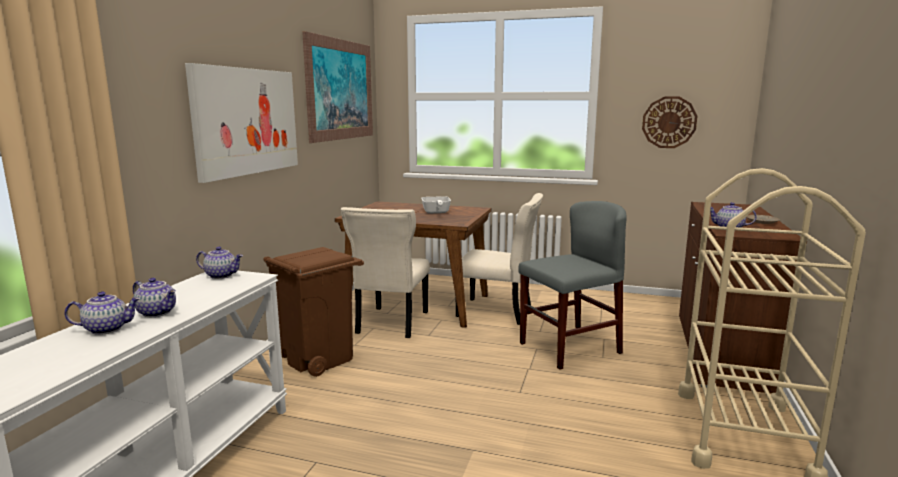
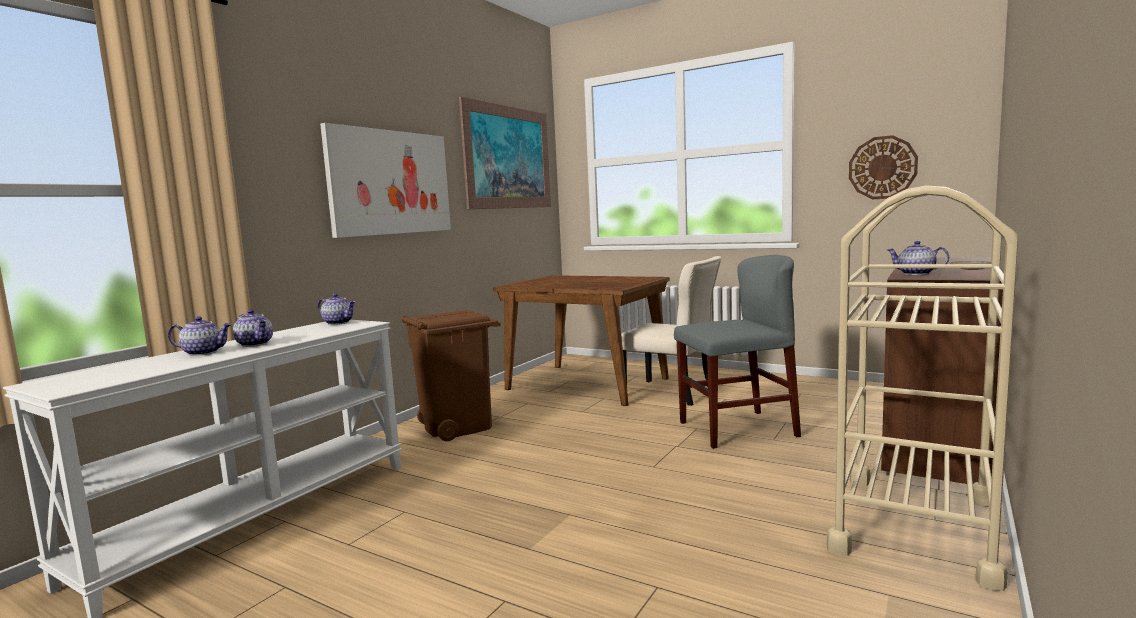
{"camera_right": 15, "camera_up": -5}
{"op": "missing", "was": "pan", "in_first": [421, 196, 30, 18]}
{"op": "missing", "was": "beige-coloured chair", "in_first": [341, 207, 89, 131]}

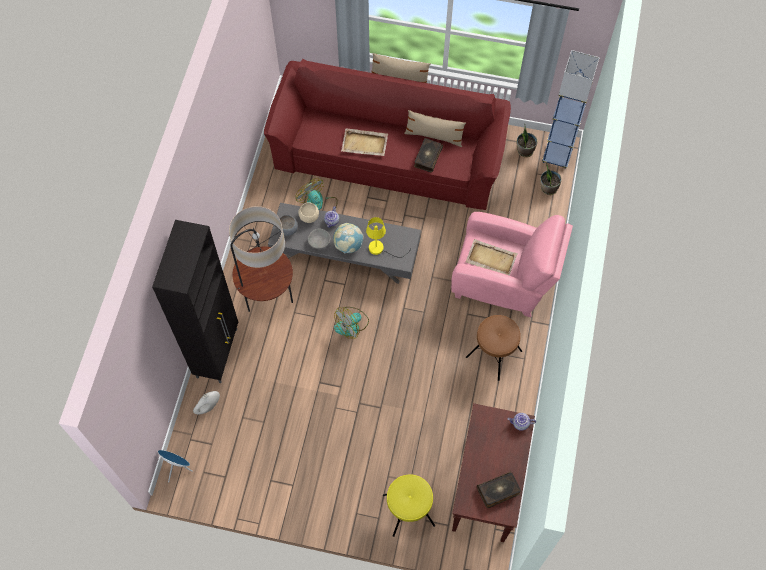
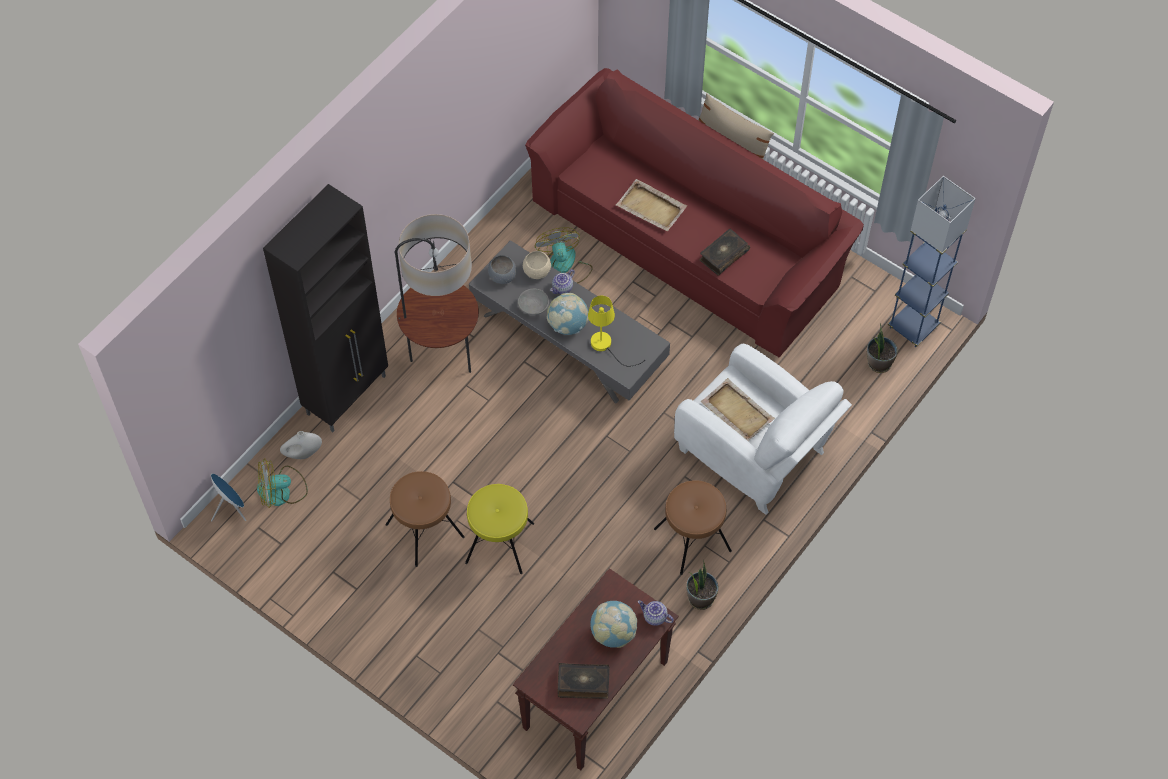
{"camera_right": 25, "camera_up": -5}
{"op": "missing", "was": "beige-coloured pillow", "in_first": [404, 110, 62, 37]}
{"op": "relocated", "was": "houseplant", "in_first": [517, 123, 21, 34], "in_second": [686, 560, 33, 50]}
{"op": "colour", "was": "pink lounge chair", "now": "white-coloured lounge chair", "in_first": [451, 212, 122, 105], "in_second": [674, 344, 178, 171]}
{"op": "relocated", "was": "electric fan", "in_first": [334, 307, 35, 32], "in_second": [257, 458, 51, 50]}
{"op": "relocated", "was": "yellow stool", "in_first": [383, 474, 52, 63], "in_second": [465, 484, 69, 90]}
{"op": "appeared", "now": "brown stool", "in_second": [385, 471, 80, 96]}
{"op": "appeared", "now": "globe", "in_second": [590, 601, 47, 47]}

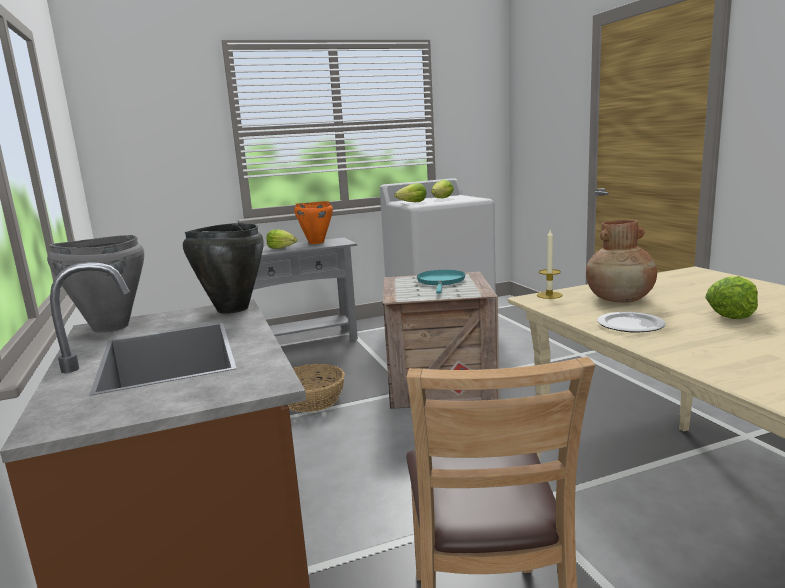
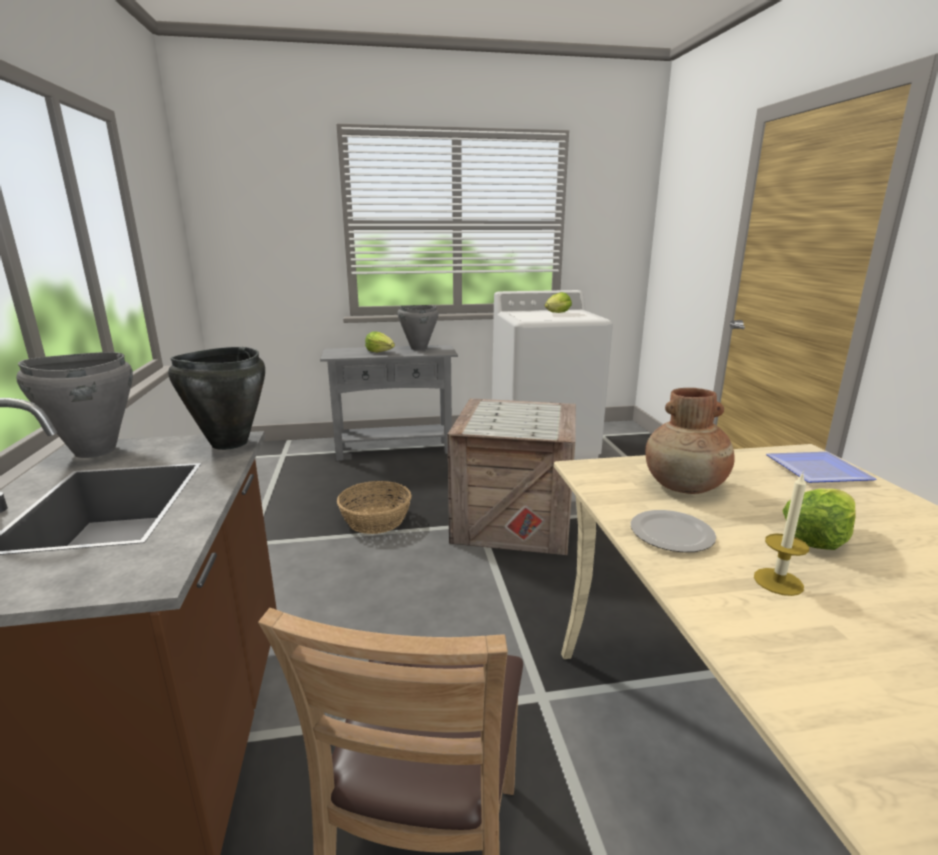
{"camera_right": 10, "camera_up": 5}
{"op": "missing", "was": "head of lettuce", "in_first": [394, 183, 32, 19]}
{"op": "colour", "was": "orange stockpot", "now": "grey stockpot", "in_first": [294, 201, 39, 43], "in_second": [397, 305, 41, 45]}
{"op": "relocated", "was": "wax candle", "in_first": [537, 230, 25, 69], "in_second": [754, 473, 55, 123]}
{"op": "missing", "was": "blue-green pan", "in_first": [417, 270, 49, 24]}
{"op": "appeared", "now": "dinner plate", "in_second": [766, 452, 111, 31]}

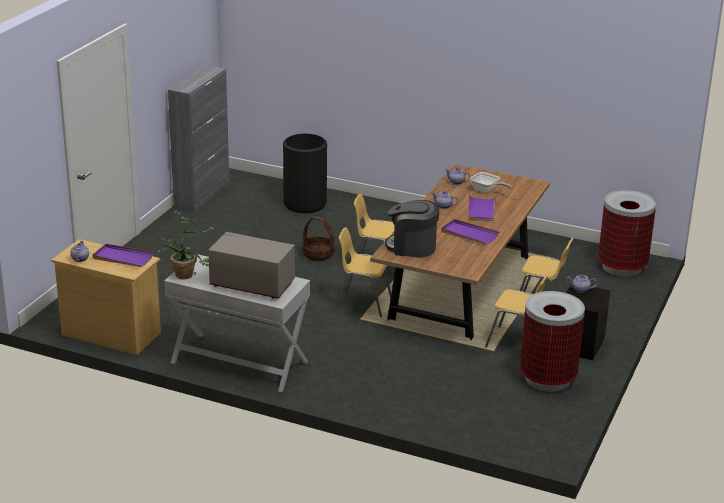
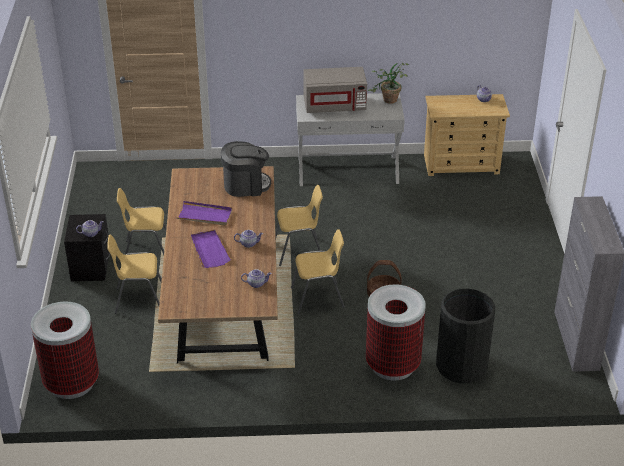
{"camera_right": 155, "camera_up": 10}
{"op": "missing", "was": "pan", "in_first": [470, 172, 42, 21]}
{"op": "missing", "was": "purple-coloured serving tray", "in_first": [92, 244, 62, 23]}
{"op": "relocated", "was": "trash can", "in_first": [520, 291, 65, 101], "in_second": [366, 284, 60, 97]}

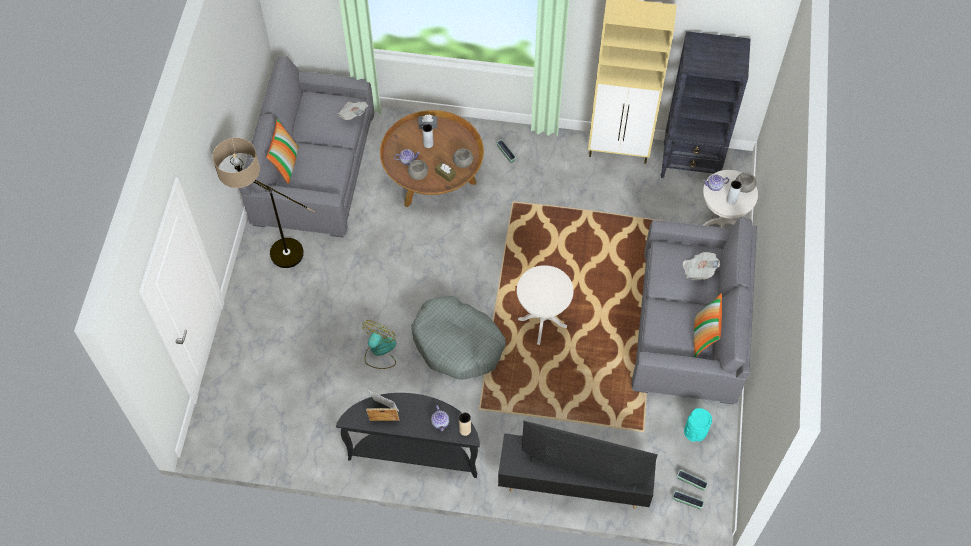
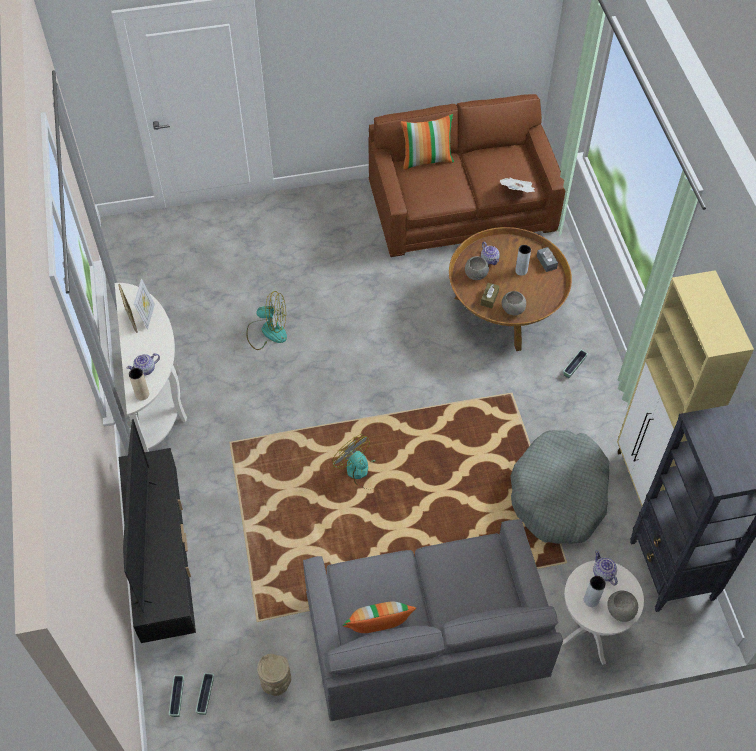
{"camera_right": 70, "camera_up": -5}
{"op": "colour", "was": "grey settee", "now": "brown settee", "in_first": [239, 56, 135, 182], "in_second": [369, 94, 196, 163]}
{"op": "missing", "was": "standing lamp", "in_first": [213, 138, 102, 130]}
{"op": "missing", "was": "printed paper", "in_first": [683, 252, 37, 27]}
{"op": "exchanged", "was": "white-coloured end table", "now": "electric fan", "in_first": [517, 265, 57, 80], "in_second": [332, 434, 44, 55]}
{"op": "relocated", "was": "grey dog cushion", "in_first": [411, 296, 95, 84], "in_second": [510, 430, 99, 114]}
{"op": "colour", "was": "black-coloured hall table", "now": "white-coloured hall table", "in_first": [336, 393, 144, 85], "in_second": [115, 283, 72, 169]}
{"op": "colour", "was": "blue-green vase", "now": "beige-coloured vase", "in_first": [684, 408, 28, 34], "in_second": [257, 654, 34, 42]}

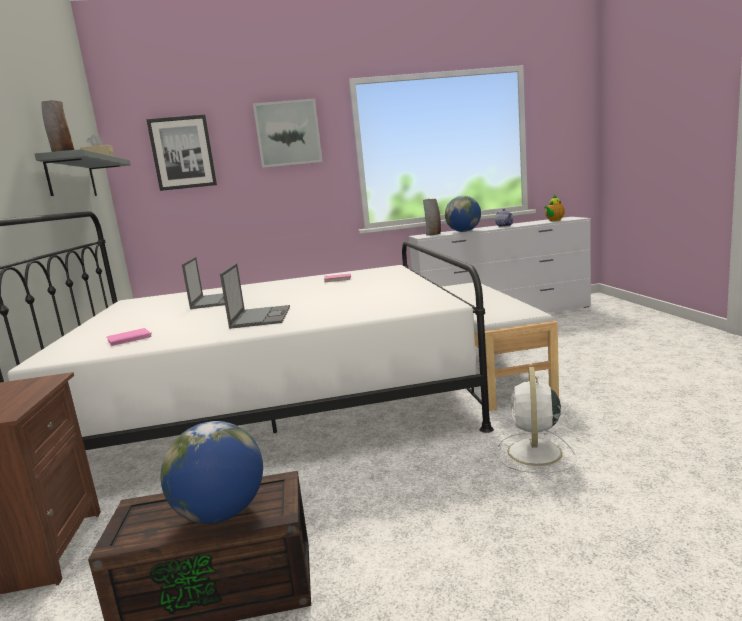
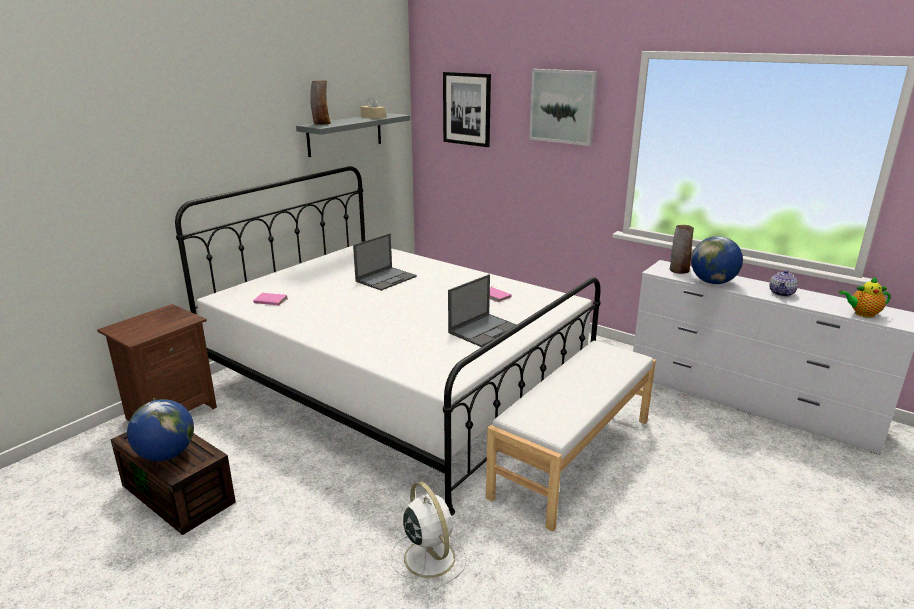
{"camera_right": 45, "camera_up": 10}
{"op": "relocated", "was": "notebook computer", "in_first": [220, 263, 70, 66], "in_second": [448, 274, 69, 73]}
{"op": "spun", "was": "white-coloured electric fan", "in_first": [497, 367, 80, 106], "in_second": [390, 482, 77, 109], "clockwise": 90}

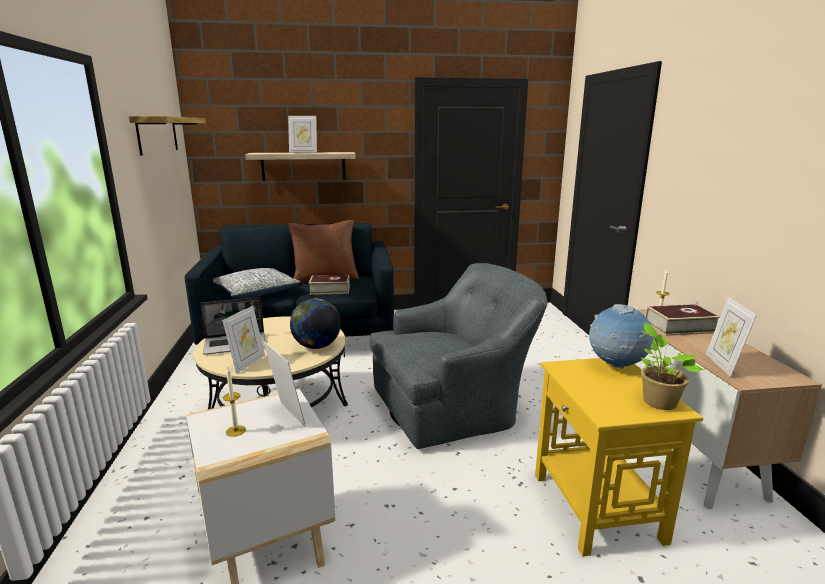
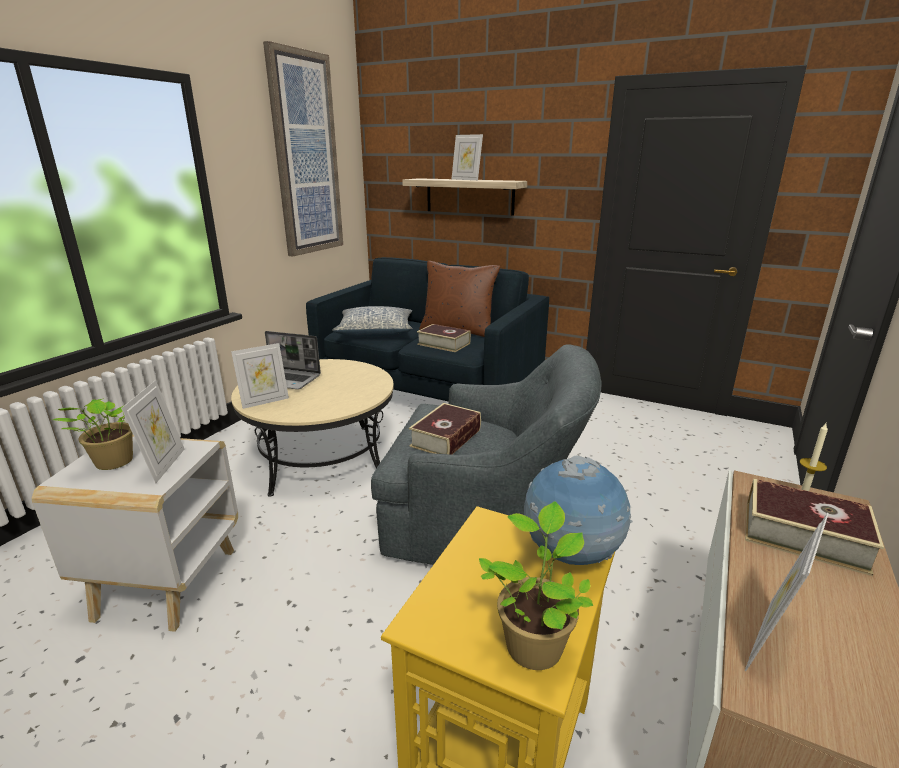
{"camera_right": 35, "camera_up": 5}
{"op": "exchanged", "was": "bracket shelf", "now": "wall picture", "in_first": [129, 116, 77, 39], "in_second": [263, 41, 80, 215]}
{"op": "missing", "was": "globe", "in_first": [290, 298, 51, 51]}
{"op": "exchanged", "was": "wax candle", "now": "houseplant", "in_first": [223, 367, 23, 70], "in_second": [53, 399, 80, 71]}
{"op": "appeared", "now": "book", "in_second": [409, 403, 72, 52]}

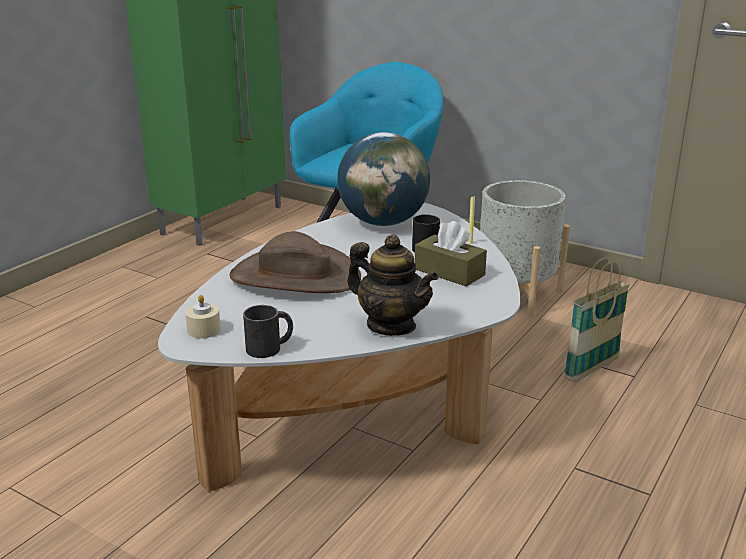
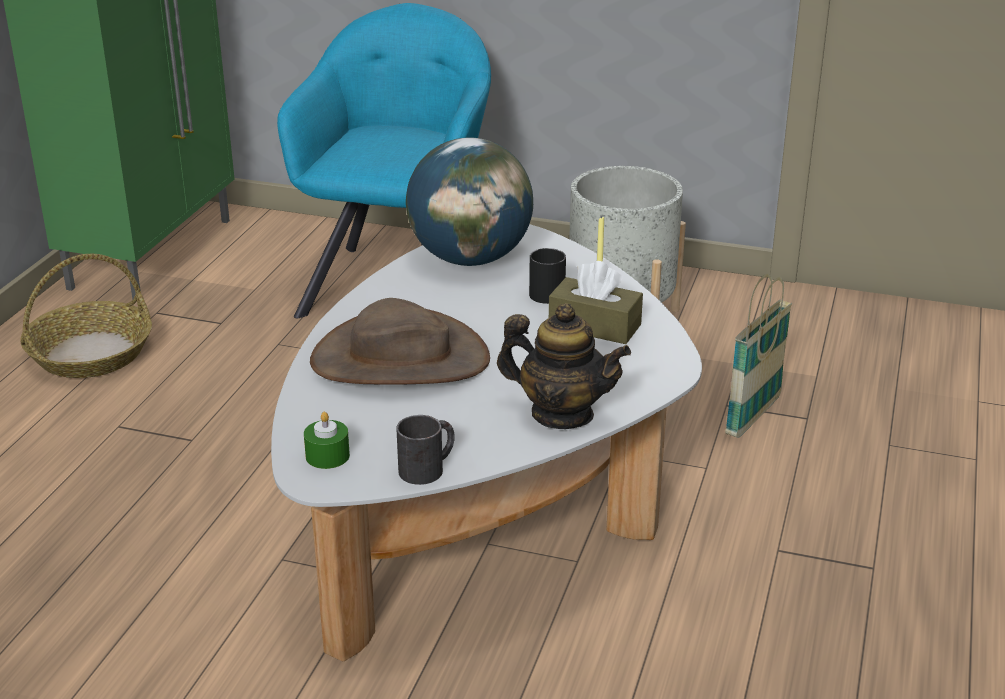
{"camera_right": -15, "camera_up": 5}
{"op": "colour", "was": "beige-coloured wax candle", "now": "green-coloured wax candle", "in_first": [185, 295, 36, 43], "in_second": [304, 412, 46, 57]}
{"op": "appeared", "now": "household basket", "in_second": [20, 254, 132, 124]}

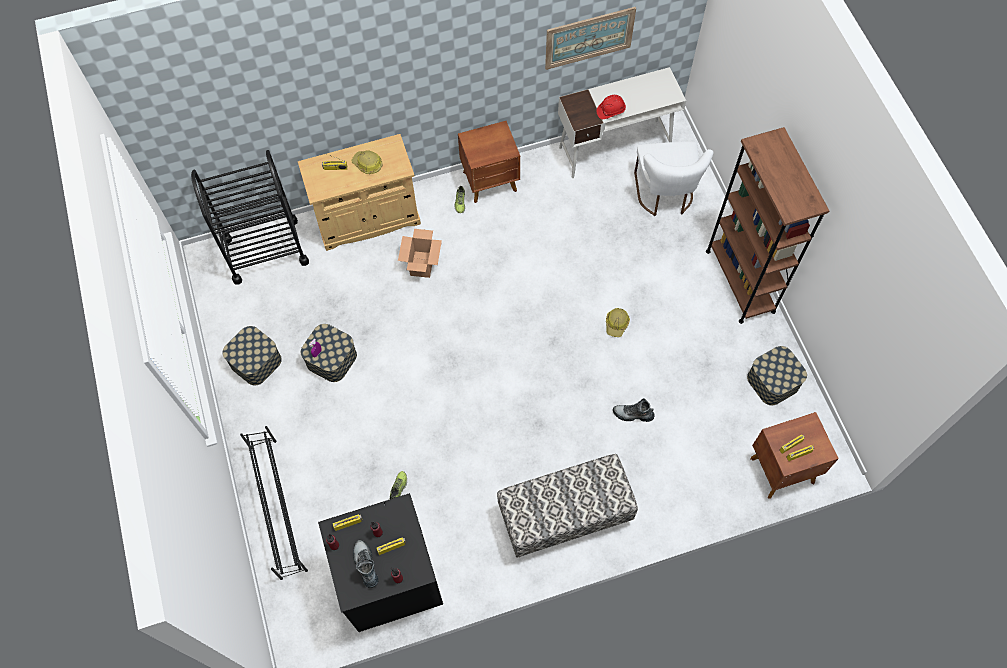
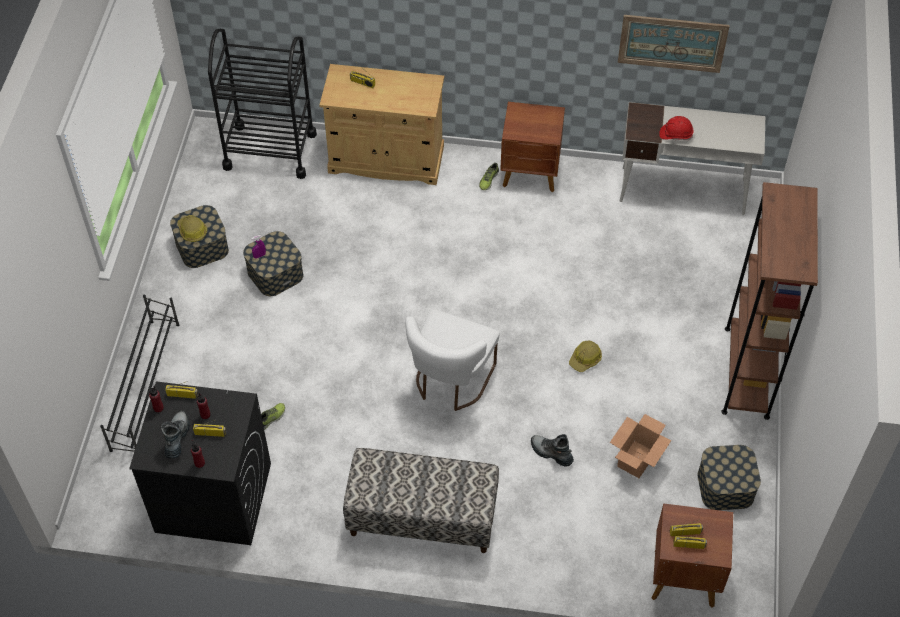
{"camera_right": 25, "camera_up": -10}
{"op": "relocated", "was": "white-coloured chair", "in_first": [634, 141, 79, 75], "in_second": [405, 309, 95, 102]}
{"op": "relocated", "was": "work helmet", "in_first": [351, 150, 32, 24], "in_second": [177, 215, 30, 27]}
{"op": "relocated", "was": "packing box", "in_first": [398, 229, 44, 49], "in_second": [610, 414, 61, 64]}

